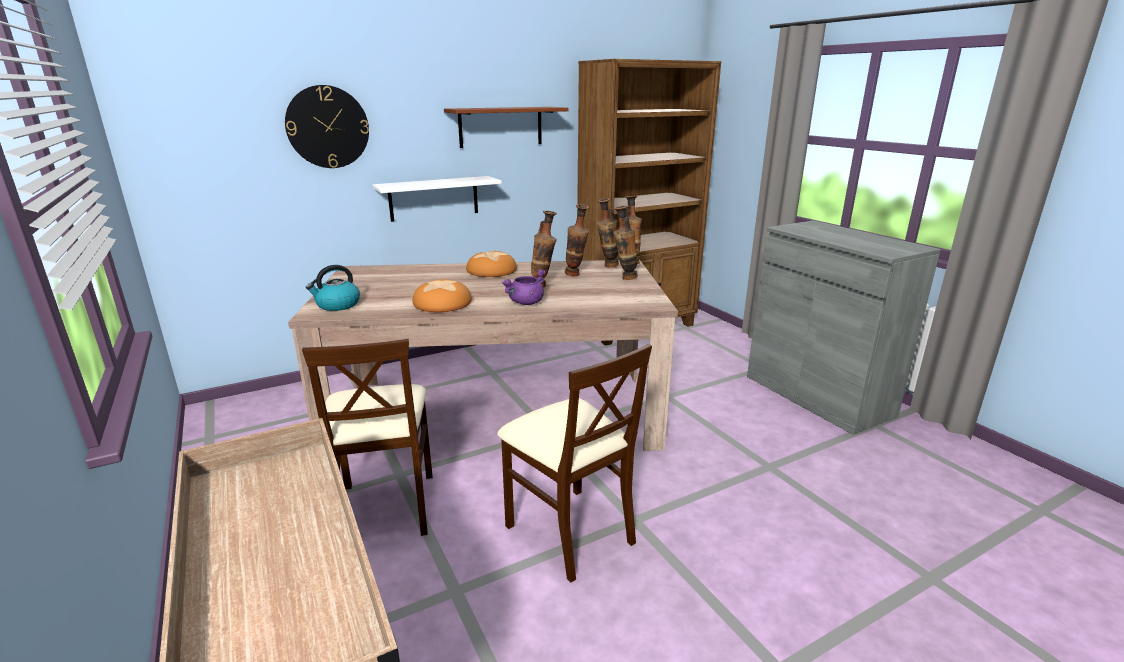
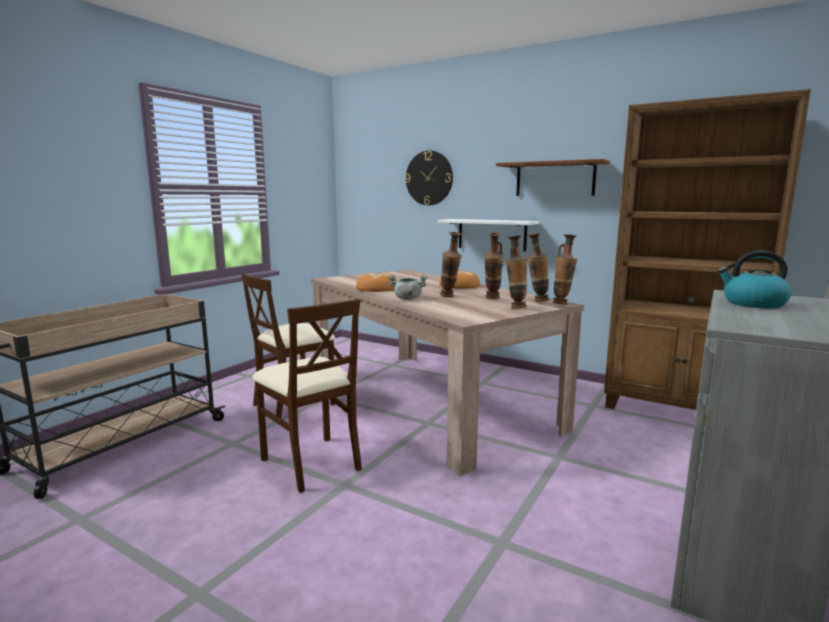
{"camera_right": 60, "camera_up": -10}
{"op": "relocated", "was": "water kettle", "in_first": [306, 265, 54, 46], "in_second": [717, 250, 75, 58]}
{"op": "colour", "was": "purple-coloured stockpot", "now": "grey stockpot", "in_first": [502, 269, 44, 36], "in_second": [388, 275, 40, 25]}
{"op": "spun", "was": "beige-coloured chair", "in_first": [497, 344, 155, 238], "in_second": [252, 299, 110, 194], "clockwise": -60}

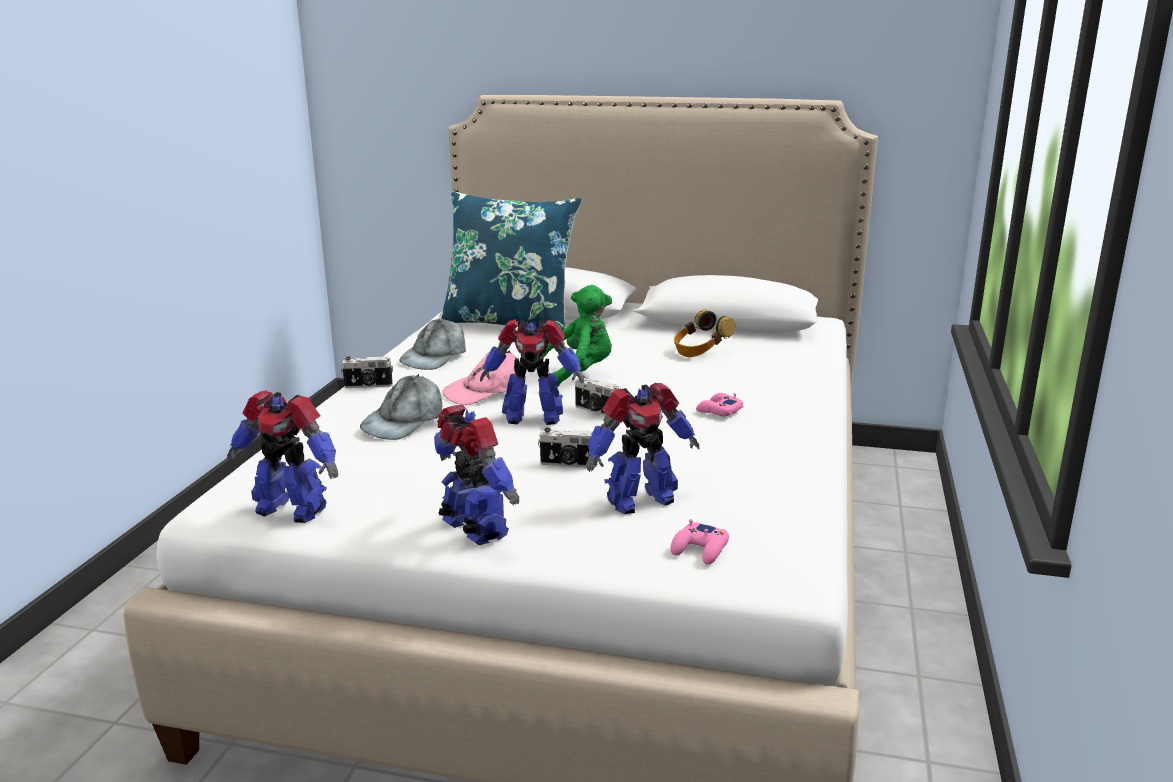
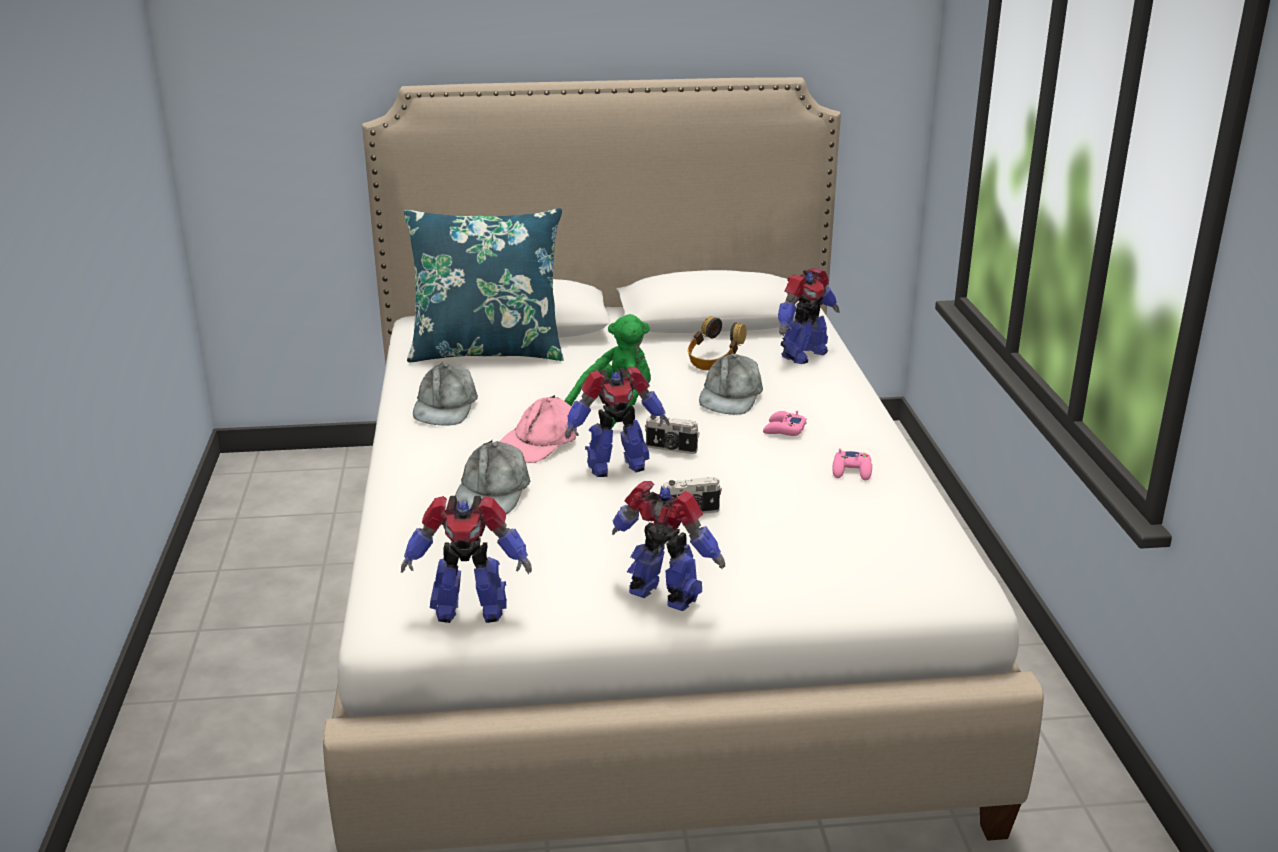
{"camera_right": -20, "camera_up": 5}
{"op": "missing", "was": "photo camera", "in_first": [341, 356, 52, 32]}
{"op": "relocated", "was": "toy robot", "in_first": [586, 383, 113, 131], "in_second": [778, 268, 62, 96]}
{"op": "relocated", "was": "pink joypad", "in_first": [671, 519, 58, 46], "in_second": [832, 449, 40, 31]}
{"op": "appeared", "now": "grey baseball cap", "in_second": [699, 352, 64, 63]}

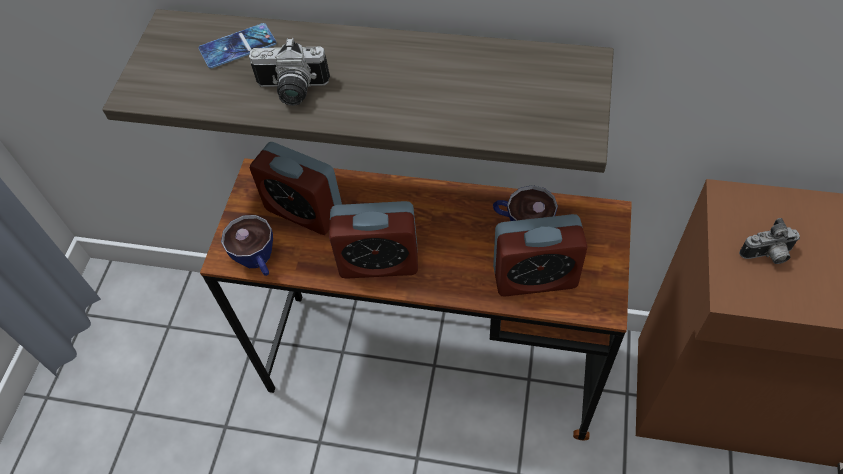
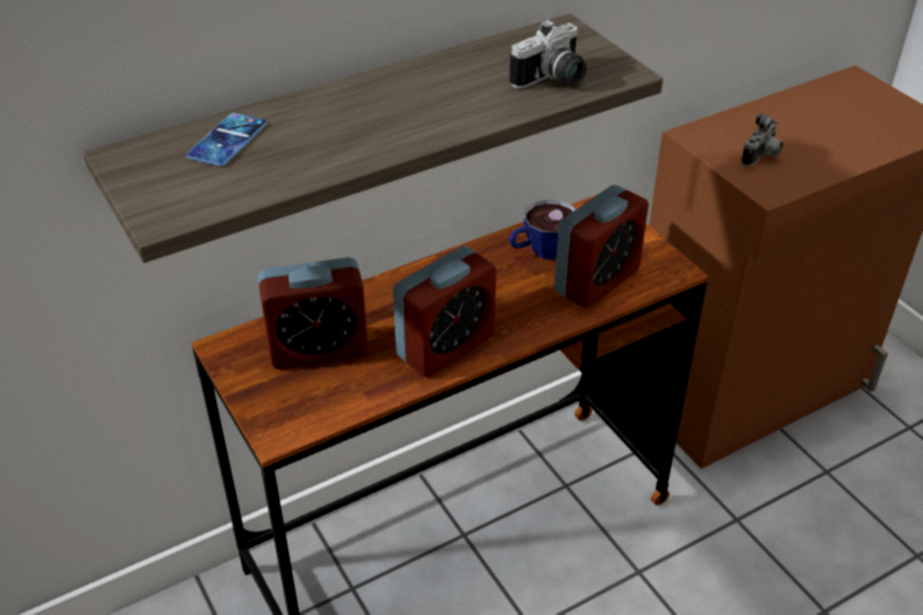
{"camera_right": -45, "camera_up": -15}
{"op": "relocated", "was": "photo camera", "in_first": [249, 38, 81, 68], "in_second": [509, 19, 78, 70]}
{"op": "missing", "was": "drinking cup", "in_first": [221, 215, 52, 61]}

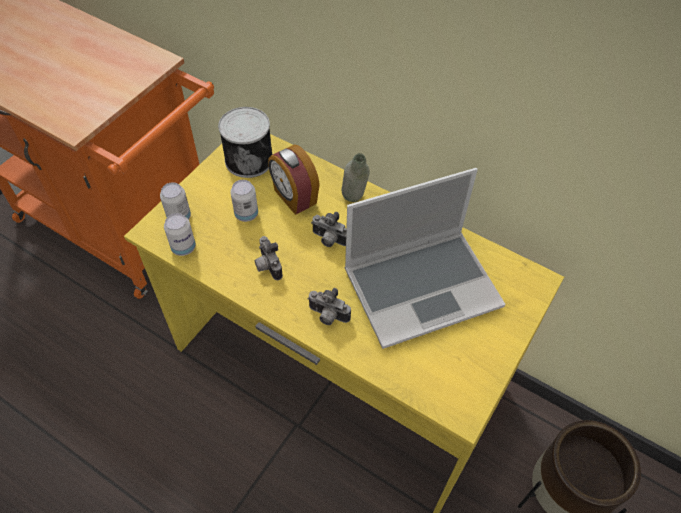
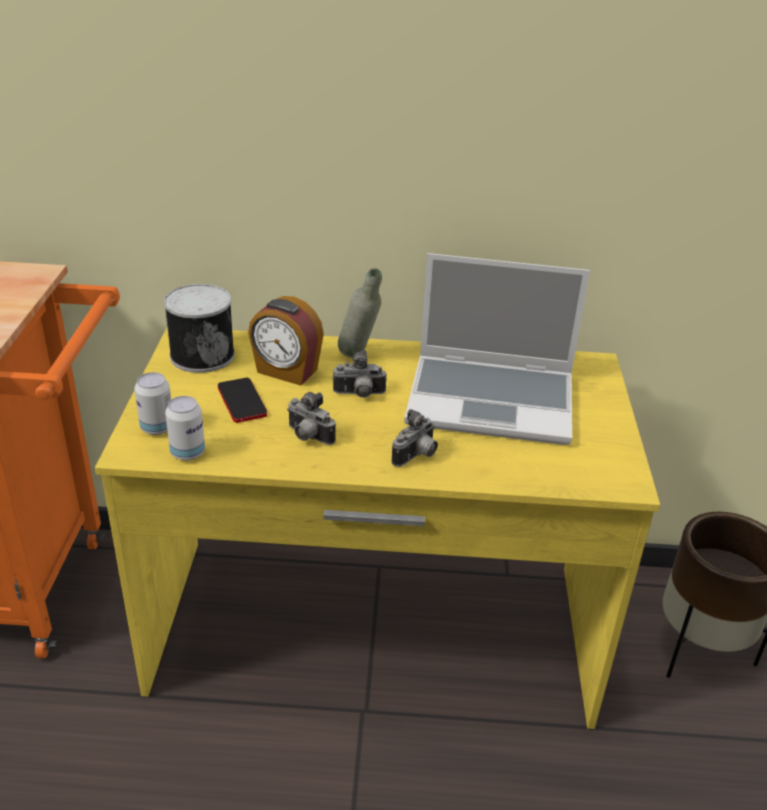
{"camera_right": -30, "camera_up": -20}
{"op": "spun", "was": "notebook computer", "in_first": [344, 168, 162, 181], "in_second": [404, 253, 186, 192], "clockwise": 60}
{"op": "exchanged", "was": "metal can", "now": "handset", "in_first": [230, 180, 28, 42], "in_second": [218, 378, 49, 45]}
{"op": "spun", "was": "photo camera", "in_first": [307, 288, 44, 37], "in_second": [391, 409, 47, 58], "clockwise": -45}

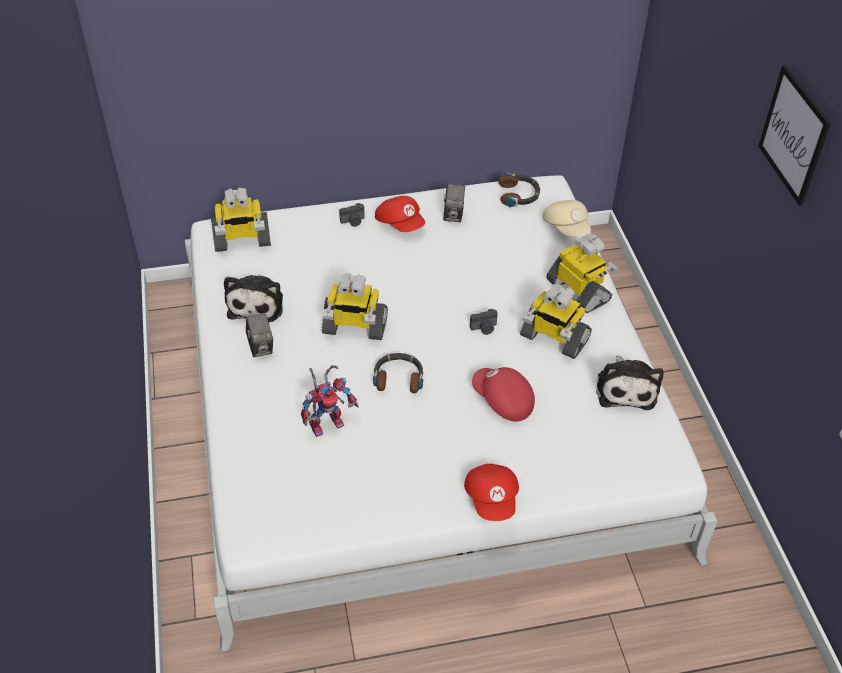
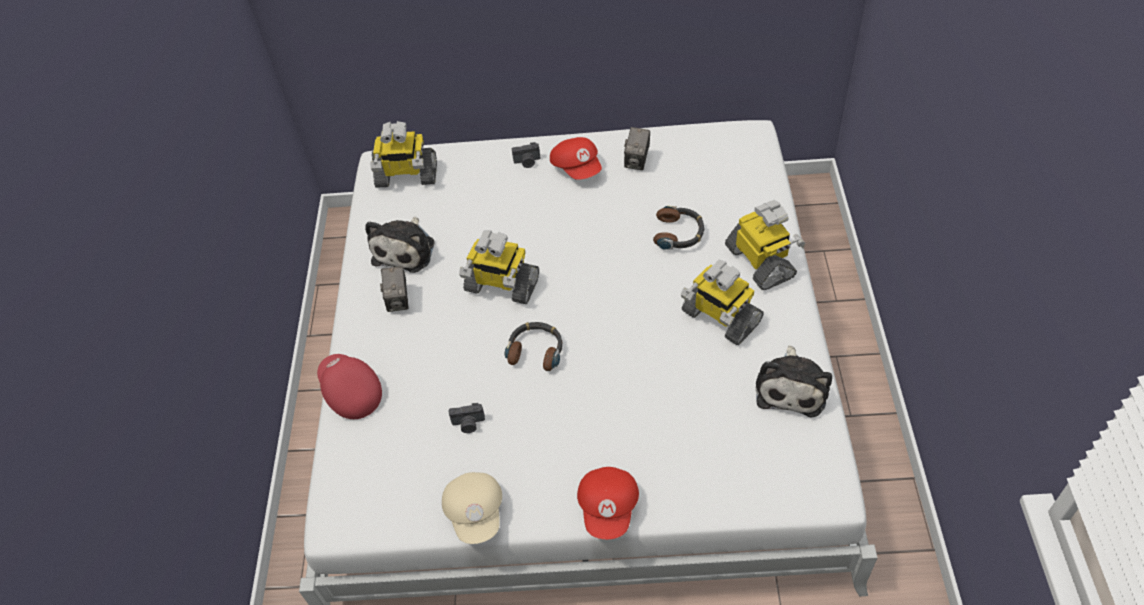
{"camera_right": 15, "camera_up": 5}
{"op": "missing", "was": "wall picture", "in_first": [758, 65, 73, 141]}
{"op": "relocated", "was": "pair of headphones", "in_first": [498, 173, 42, 34], "in_second": [653, 205, 52, 45]}
{"op": "relocated", "was": "beige-coloured baseball cap", "in_first": [543, 200, 48, 36], "in_second": [442, 472, 60, 72]}
{"op": "relocated", "was": "photo camera", "in_first": [470, 309, 28, 26], "in_second": [449, 403, 36, 30]}
{"op": "missing", "was": "toy robot", "in_first": [301, 365, 58, 72]}
{"op": "relocated", "was": "red-coloured baseball cap", "in_first": [472, 367, 63, 55], "in_second": [317, 354, 65, 65]}

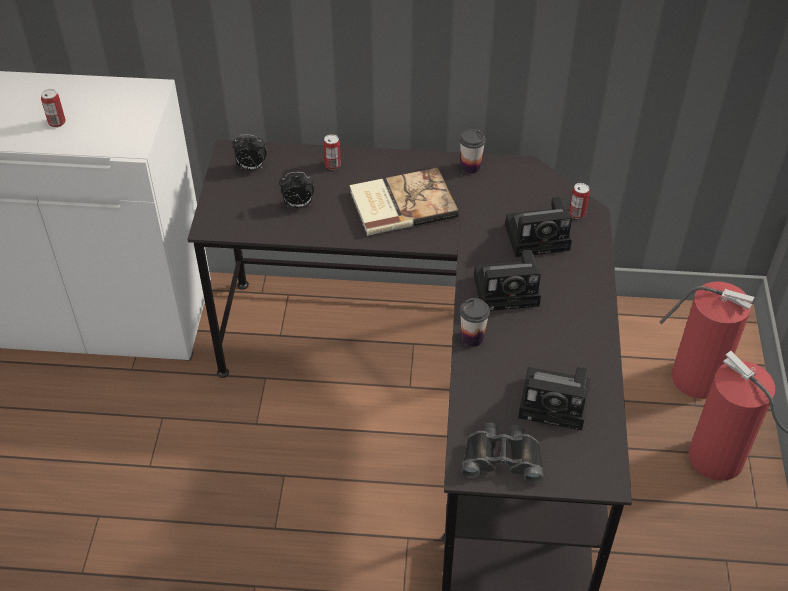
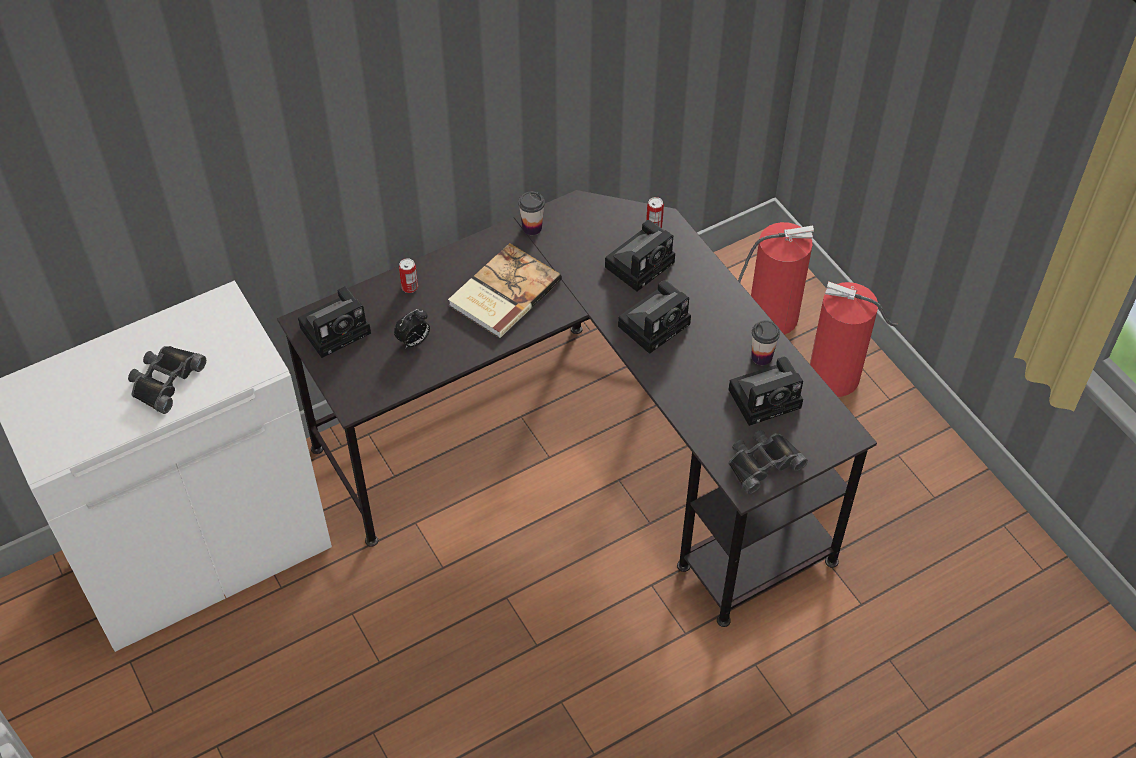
{"camera_right": -35, "camera_up": 5}
{"op": "exchanged", "was": "metal can", "now": "black-coloured field glasses", "in_first": [41, 89, 25, 38], "in_second": [128, 346, 78, 68]}
{"op": "exchanged", "was": "bedside clock", "now": "photo camera", "in_first": [232, 135, 35, 35], "in_second": [298, 286, 73, 72]}
{"op": "relocated", "was": "drinking cup", "in_first": [460, 298, 30, 49], "in_second": [751, 320, 29, 45]}

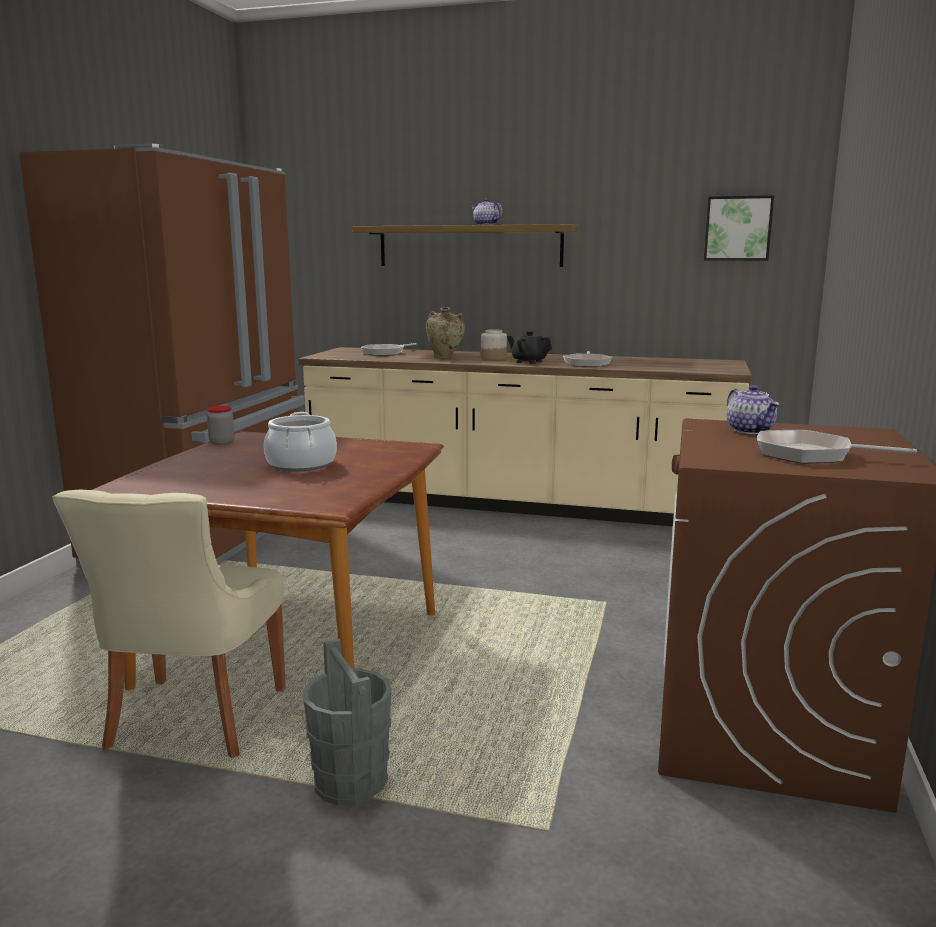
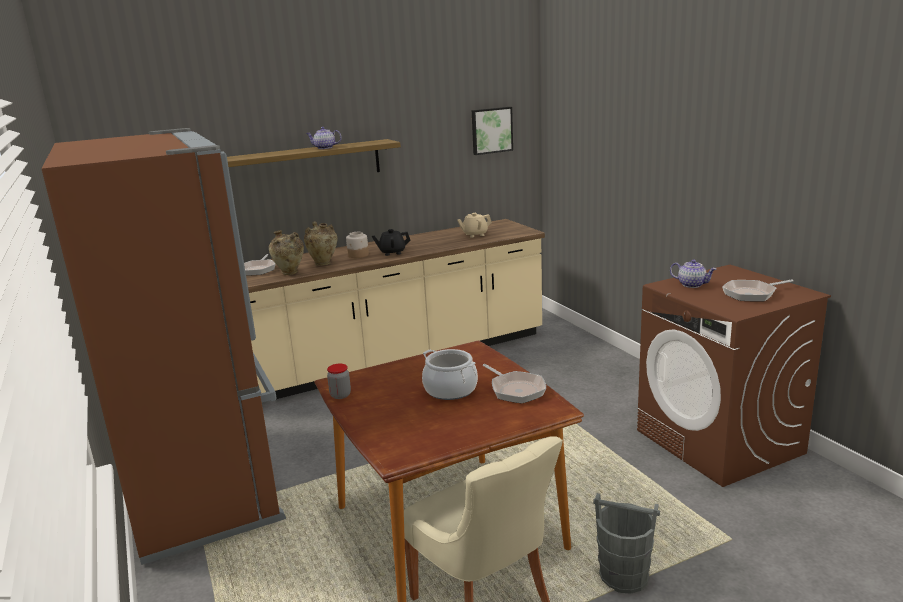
{"camera_right": -40, "camera_up": 5}
{"op": "relocated", "was": "pan", "in_first": [563, 351, 49, 16], "in_second": [483, 364, 63, 39]}
{"op": "appeared", "now": "beige-coloured teapot", "in_second": [457, 213, 35, 25]}
{"op": "appeared", "now": "beige-coloured vase", "in_second": [269, 230, 35, 45]}

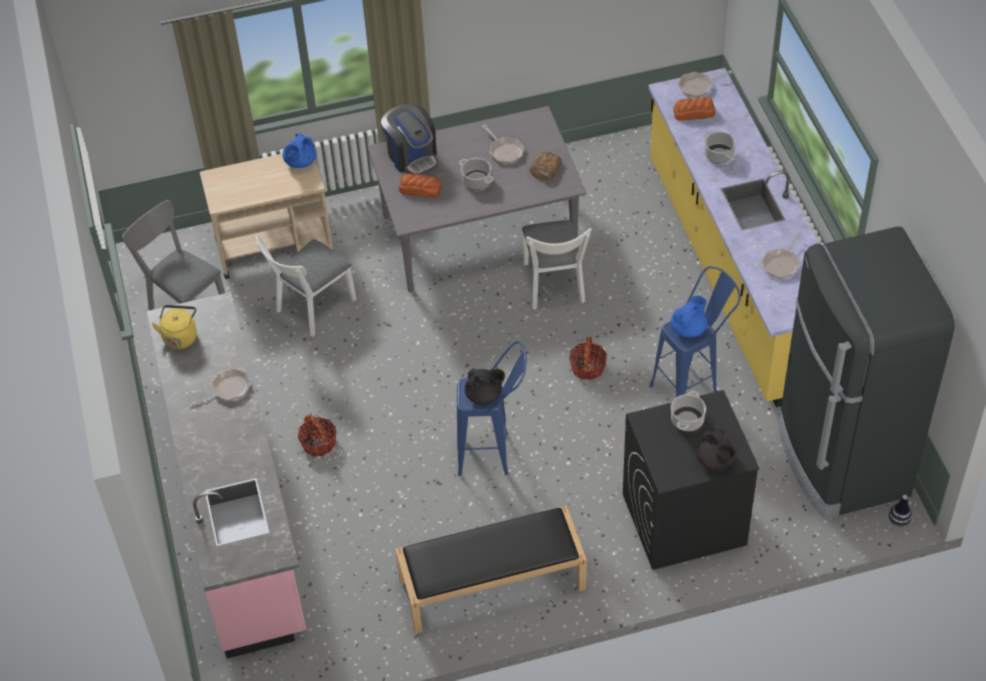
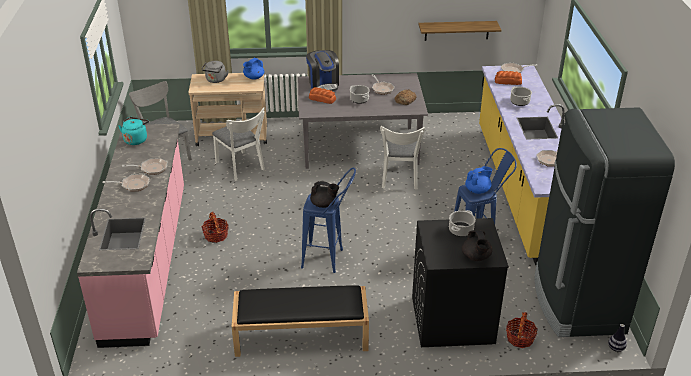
{"camera_right": 10, "camera_up": -15}
{"op": "spun", "was": "white-coloured chair", "in_first": [256, 236, 100, 101], "in_second": [212, 107, 53, 74], "clockwise": -90}
{"op": "colour", "was": "yellow water kettle", "now": "blue-green water kettle", "in_first": [152, 305, 45, 44], "in_second": [118, 117, 31, 28]}
{"op": "relocated", "was": "household basket", "in_first": [569, 337, 38, 43], "in_second": [506, 312, 32, 36]}
{"op": "appeared", "now": "bracket shelf", "in_second": [418, 21, 83, 20]}
{"op": "appeared", "now": "grey water kettle", "in_second": [201, 61, 28, 22]}
{"op": "appeared", "now": "pan", "in_second": [103, 174, 46, 18]}

